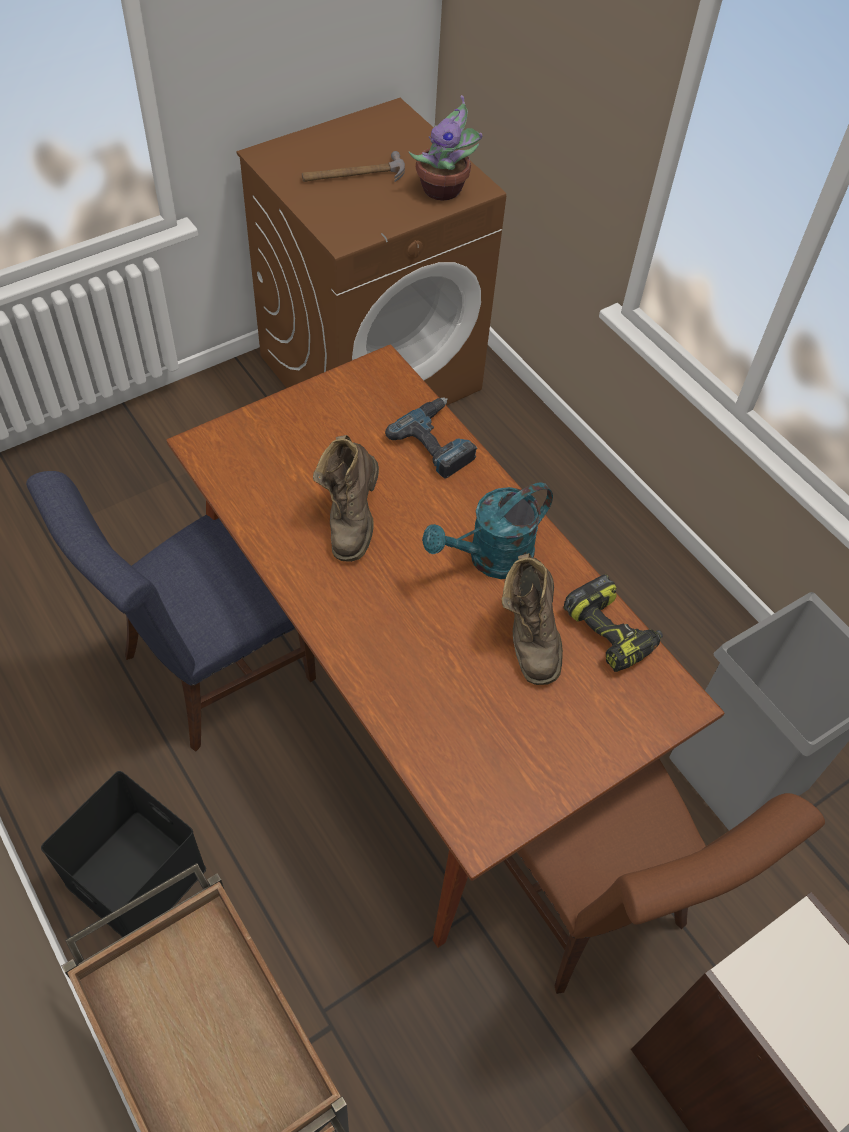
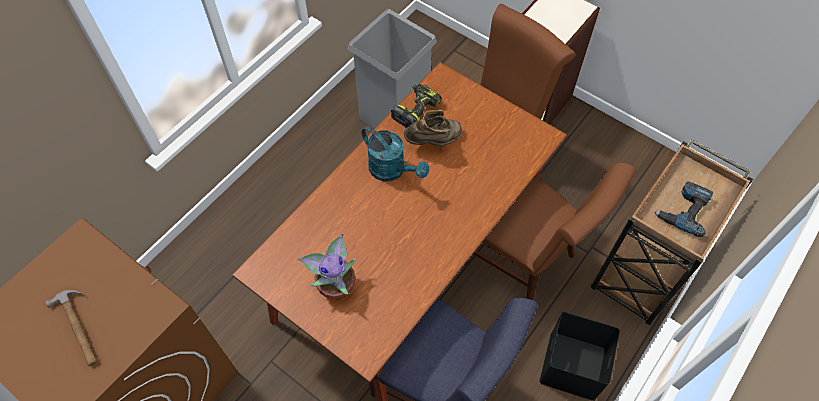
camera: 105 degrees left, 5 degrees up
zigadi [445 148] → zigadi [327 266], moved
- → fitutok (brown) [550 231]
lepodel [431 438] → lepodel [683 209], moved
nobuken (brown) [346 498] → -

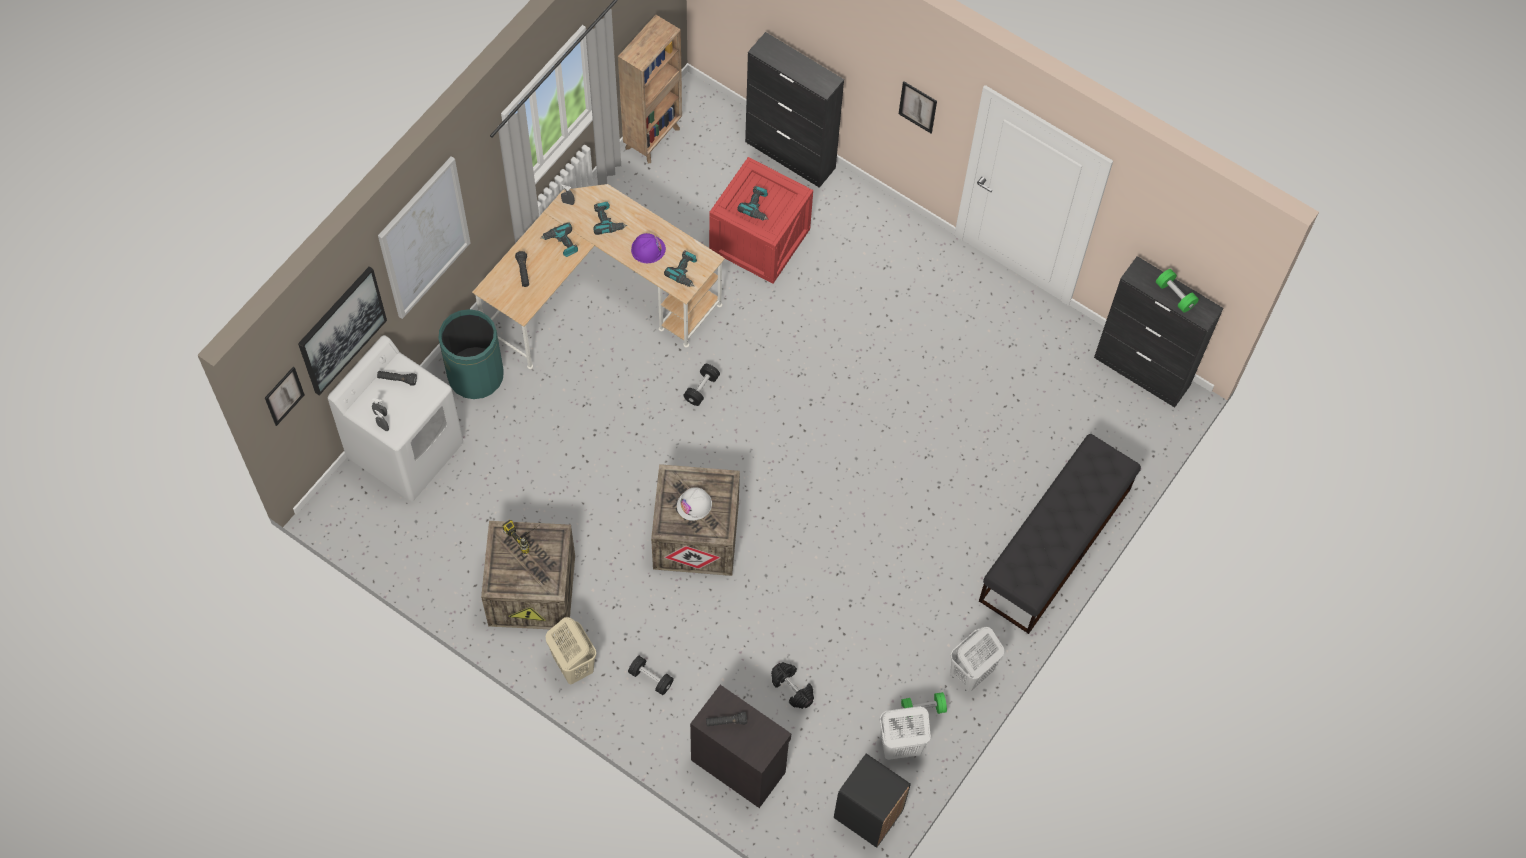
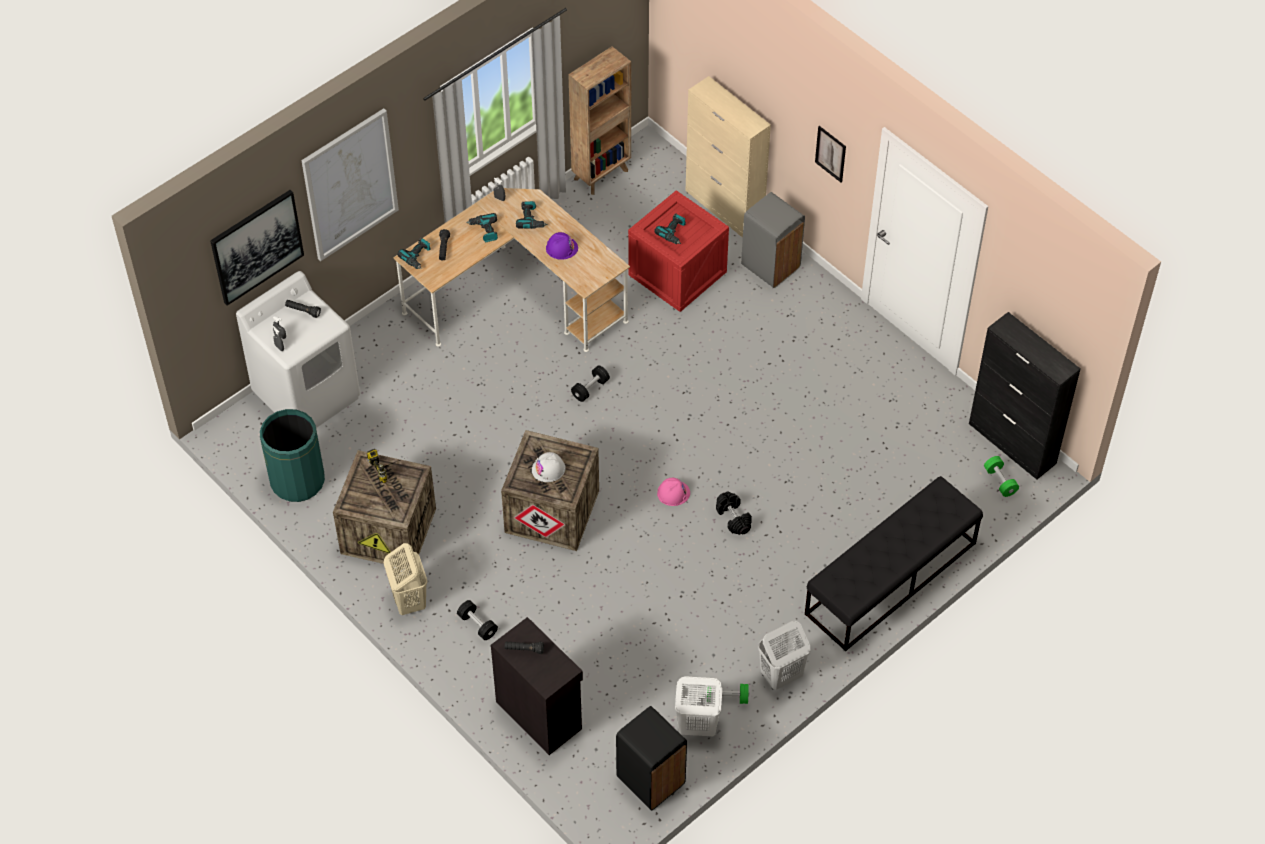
camera: 15 degrees right, 10 degrees down
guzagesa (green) [471 354] → guzagesa (green) [292 455], moved
lepodel [680 269] → lepodel [414 253], moved
- → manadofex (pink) [673 492]
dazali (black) [794 110] → dazali (beige) [728 157]
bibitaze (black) [792 685] → bibitaze (black) [734 513], moved
- → guzagesa (grey) [773 240]
bibitaze (green) [1177 291] → bibitaze (green) [1001 476], moved
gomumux [285 396] → -

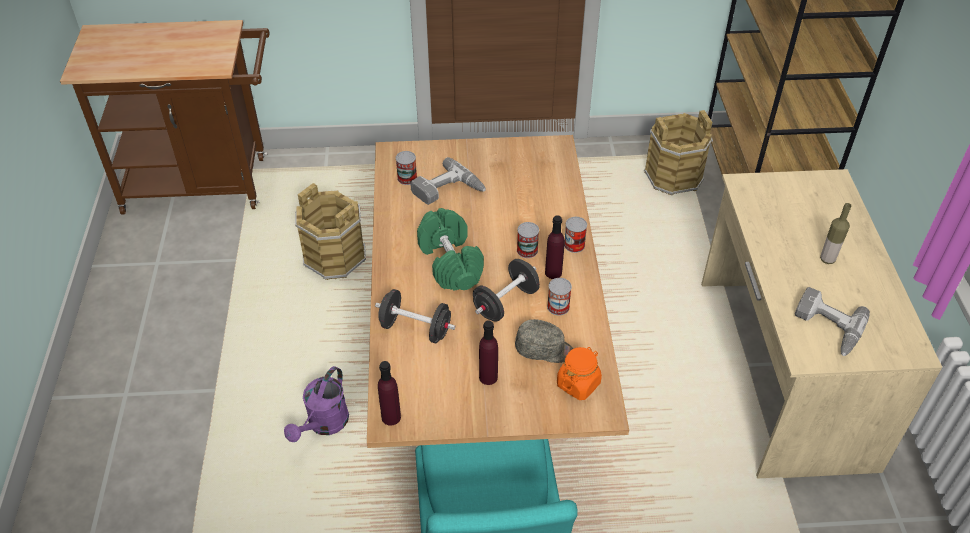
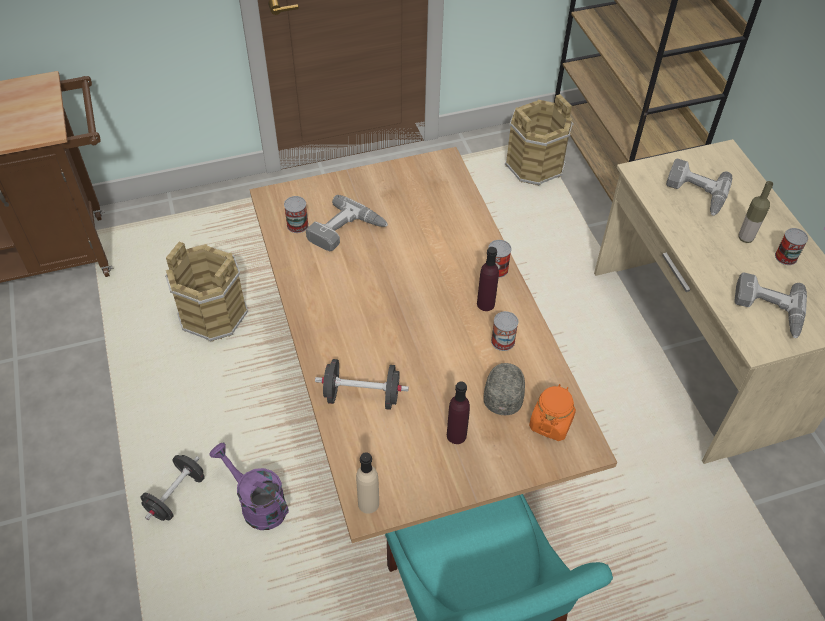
camera: 15 degrees left, 5 degrees up
bibitaze (black) [506 290] → bibitaze (black) [172 488], moved
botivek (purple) [316 404] → botivek (purple) [249 486], 120 degrees clockwise
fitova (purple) [389 393] → fitova (beige) [367 483]
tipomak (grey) [544 341] → tipomak (grey) [504 389], 75 degrees counterclockwise
- → lepodel [699 187]
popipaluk [528 240] → popipaluk [791 246], moved
bibitaze (green) [450 249] → -

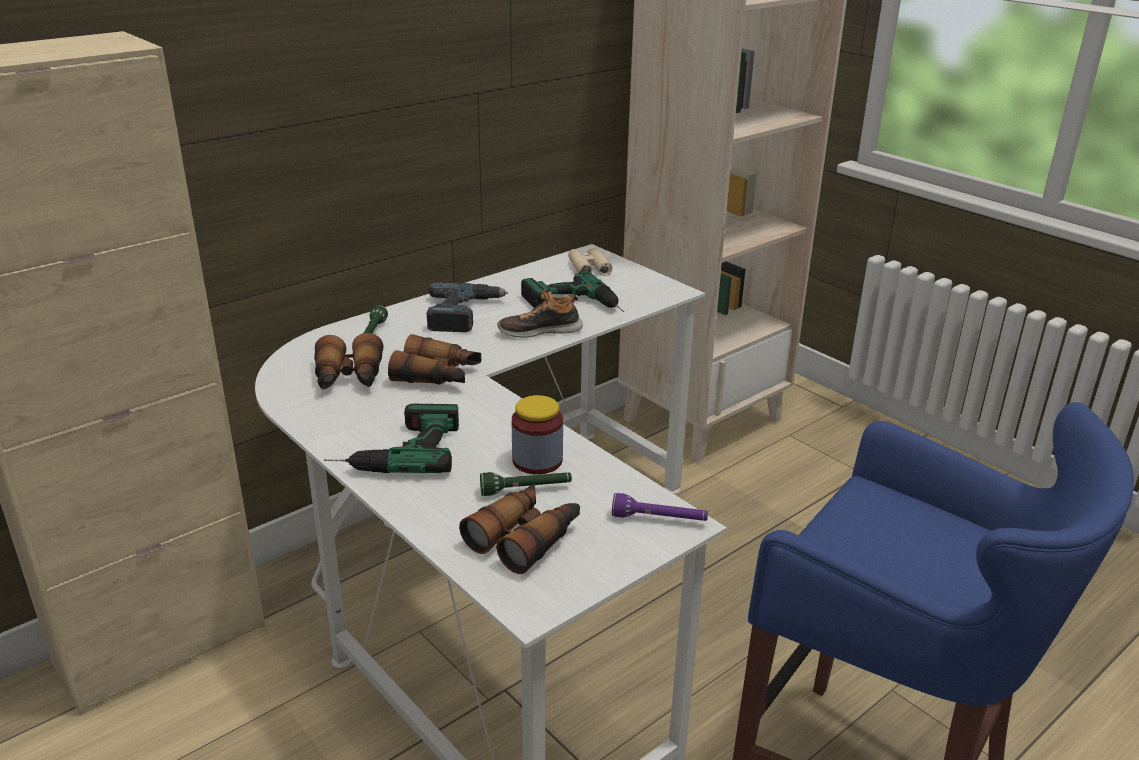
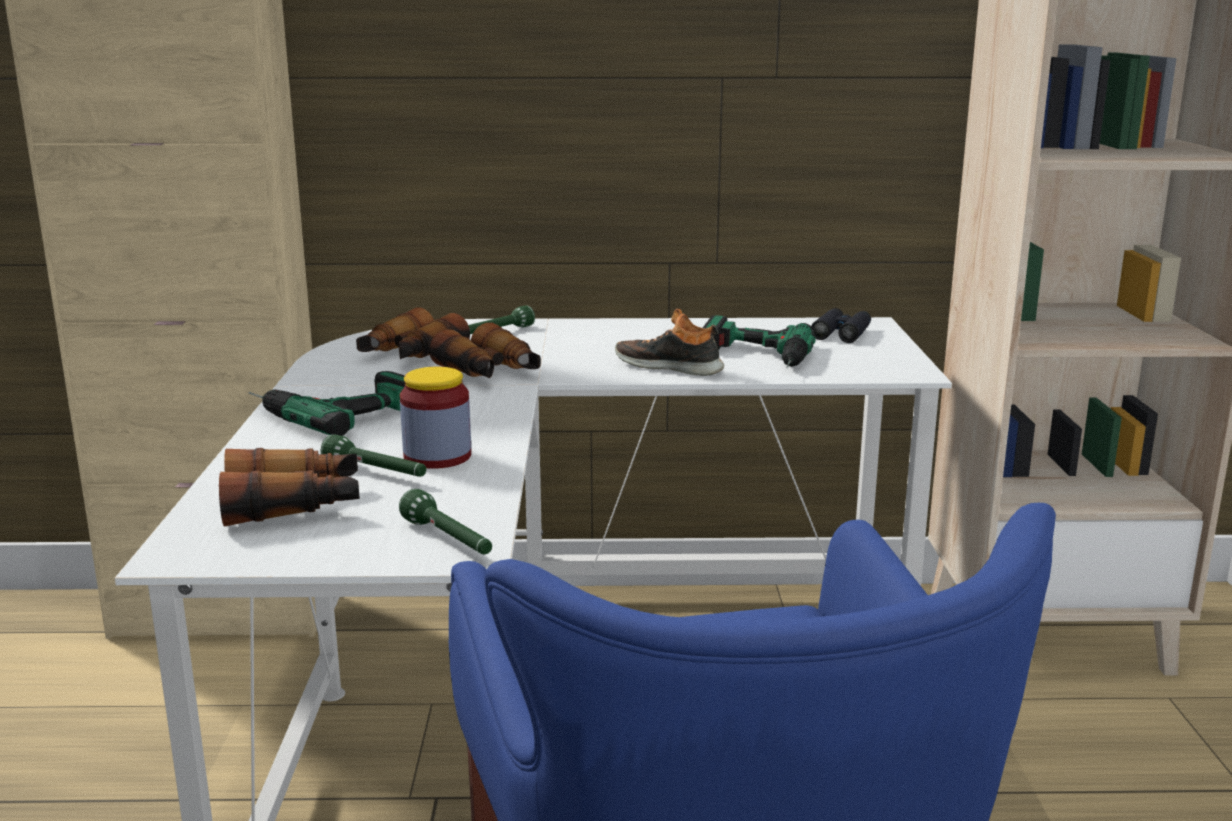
camera: 40 degrees right, 10 degrees down
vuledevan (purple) [660 507] → vuledevan (green) [445 521]
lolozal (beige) [590 261] → lolozal (black) [841 325]
lepodel [467 307] → -

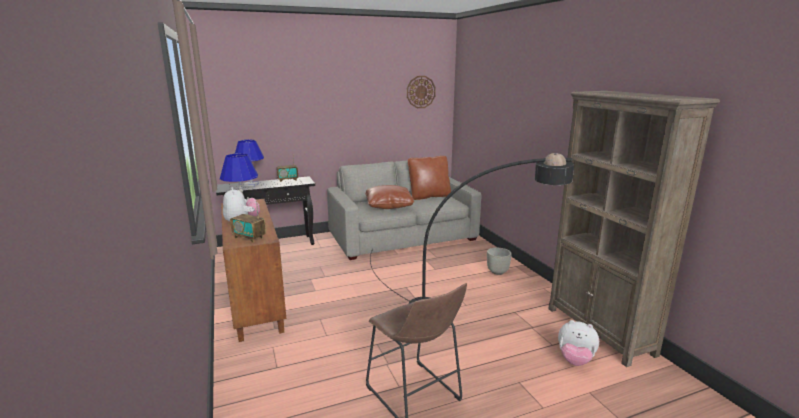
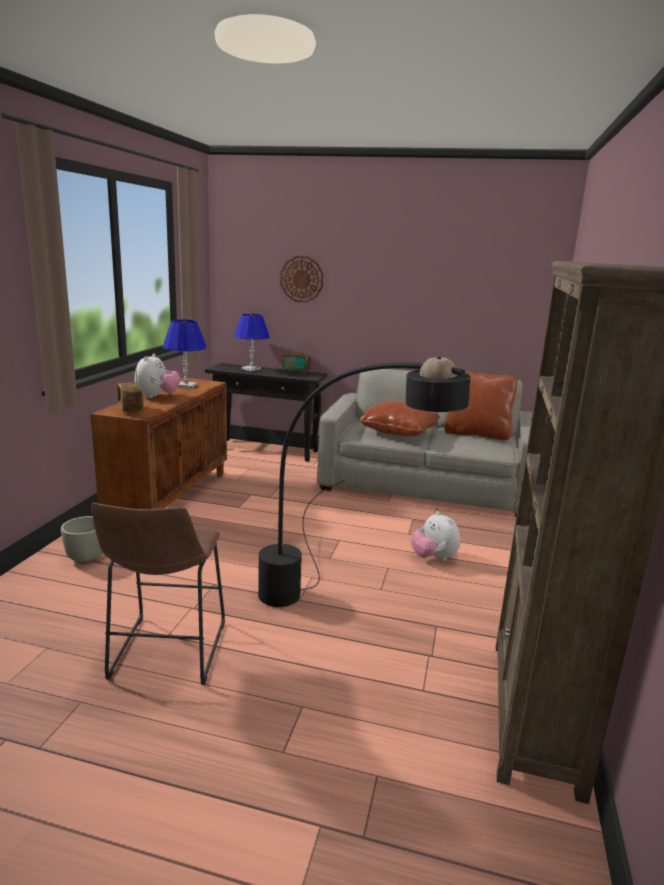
camera: 35 degrees right, 0 degrees up
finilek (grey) [499 261] → finilek (grey) [82 540], moved
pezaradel [421 92] → pezaradel [302 279], moved
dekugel [578 343] → dekugel [435 536], moved

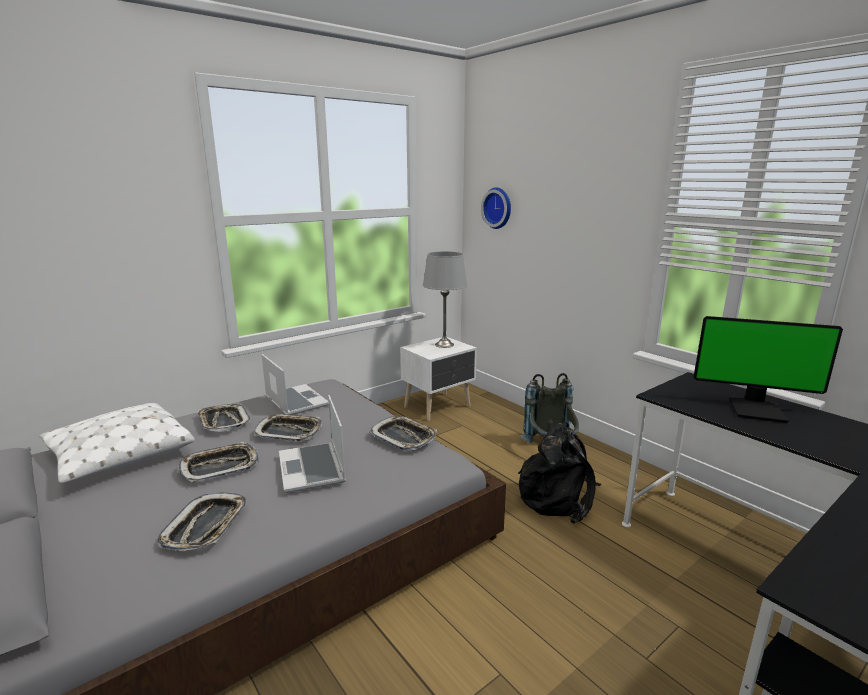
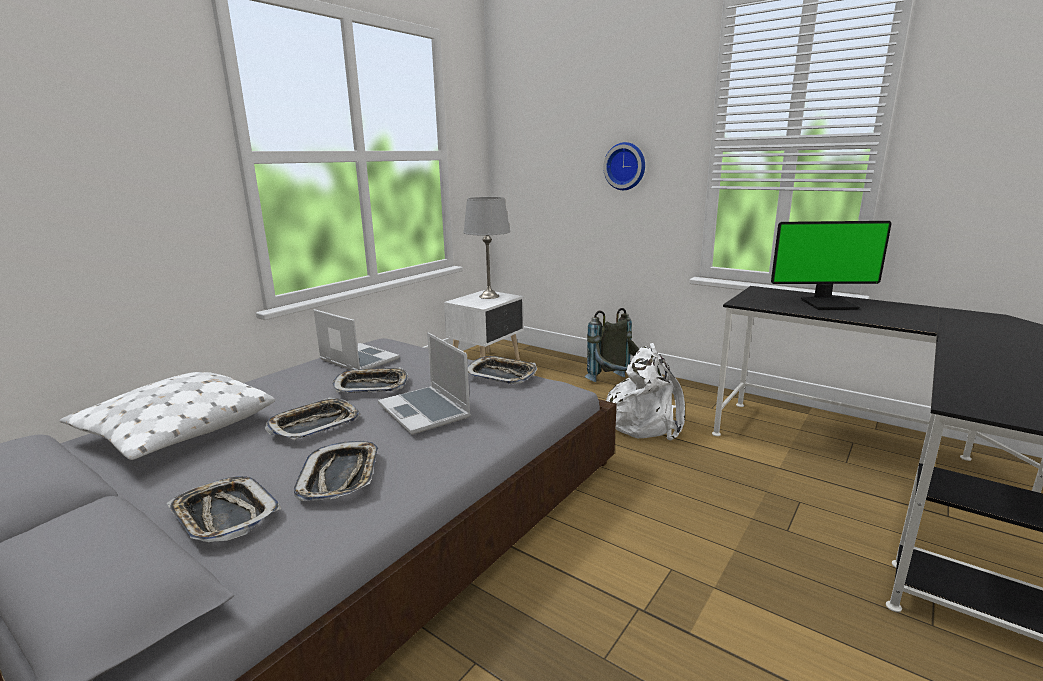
camera: 15 degrees left, 0 degrees up
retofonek [223 418] → retofonek [224 509], moved
pezaradel [496 208] → pezaradel [624 166], moved
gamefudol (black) [559 473] → gamefudol (white) [645 391]

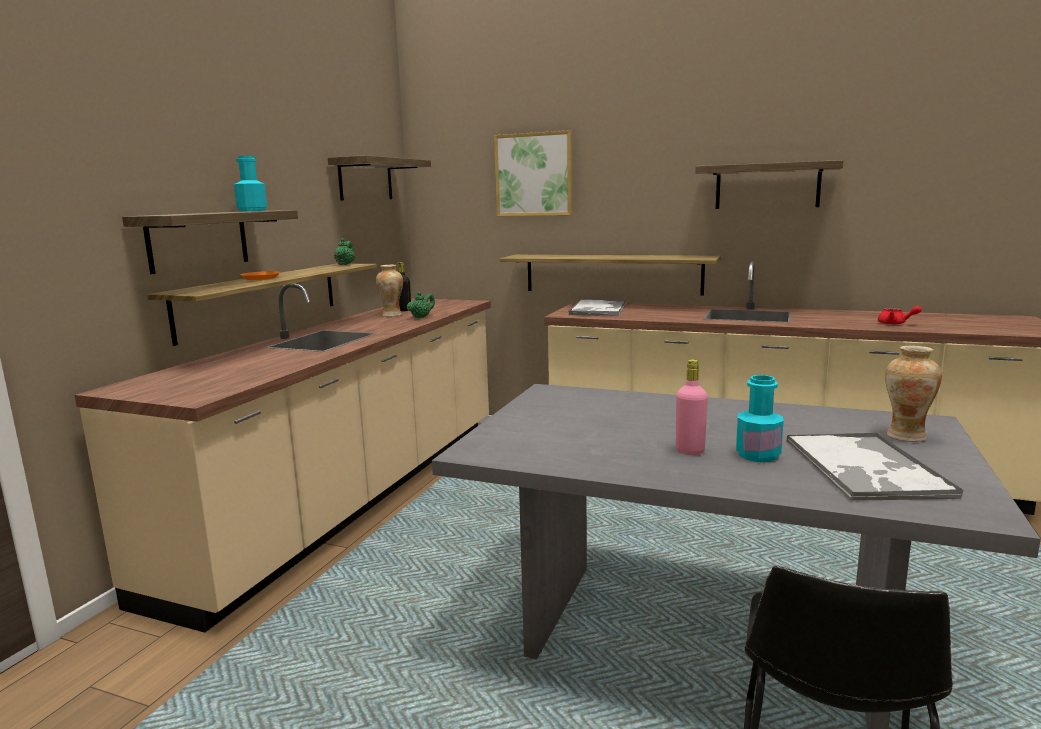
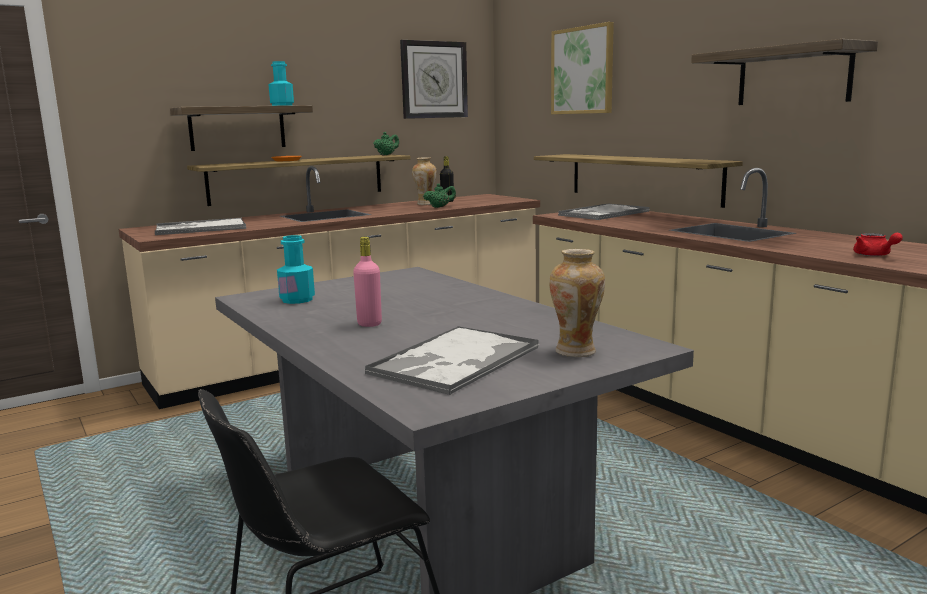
camera: 35 degrees right, 0 degrees up
- → retofonek [200 226]
fitova (turquoise) [760 418] → fitova (turquoise) [296 269], moved
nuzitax [379 177] → pezaradel [434 79]

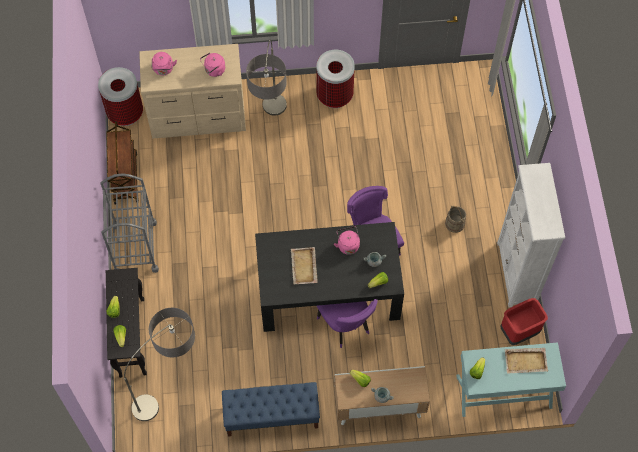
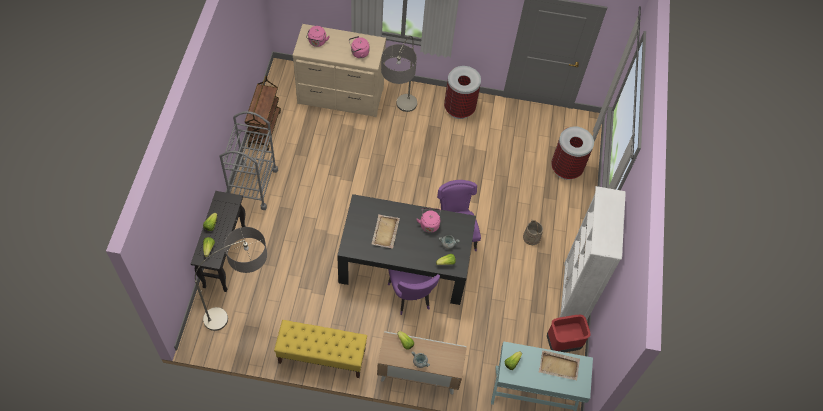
camera: 10 degrees right, 5 degrees down
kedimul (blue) [271 409] → kedimul (yellow) [320 349]
guzagesa [120 96] → guzagesa [572 153], moved

